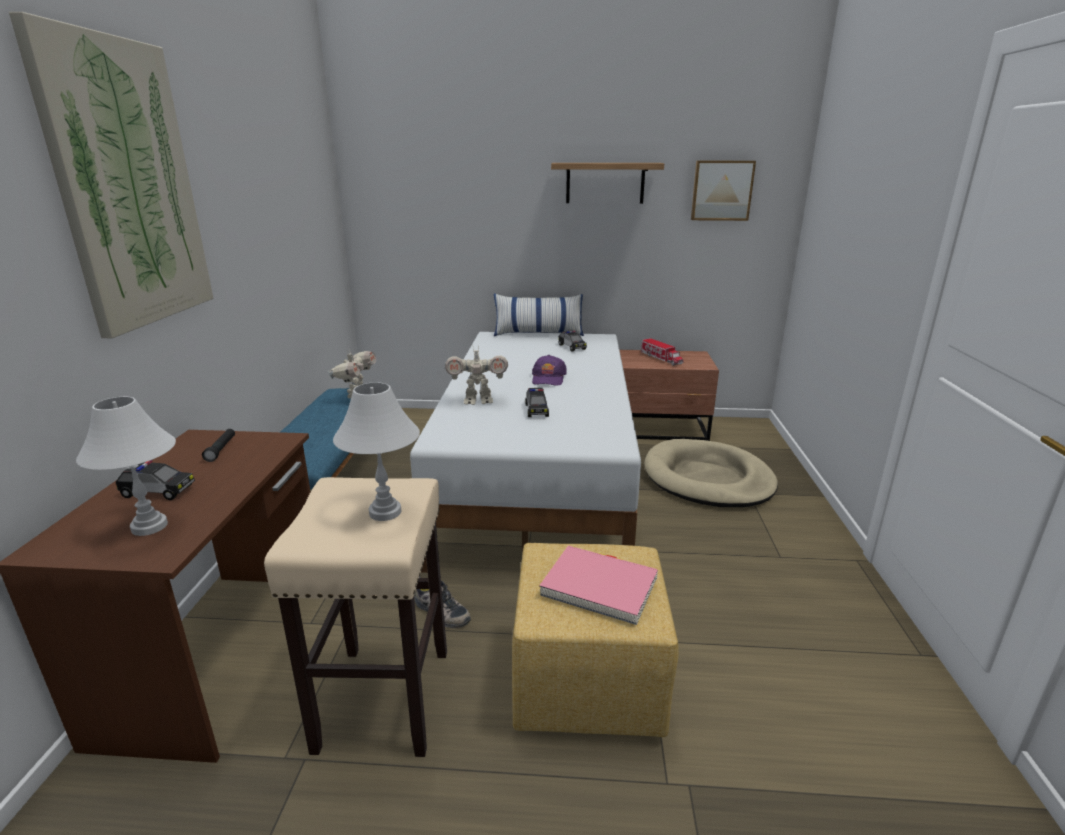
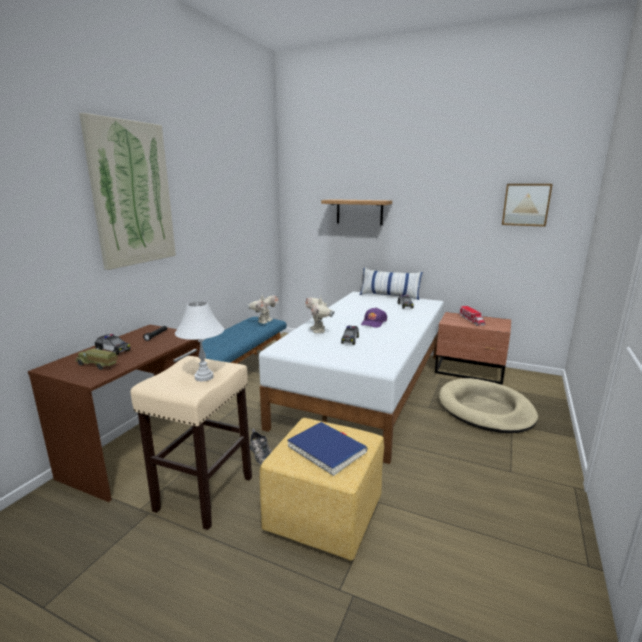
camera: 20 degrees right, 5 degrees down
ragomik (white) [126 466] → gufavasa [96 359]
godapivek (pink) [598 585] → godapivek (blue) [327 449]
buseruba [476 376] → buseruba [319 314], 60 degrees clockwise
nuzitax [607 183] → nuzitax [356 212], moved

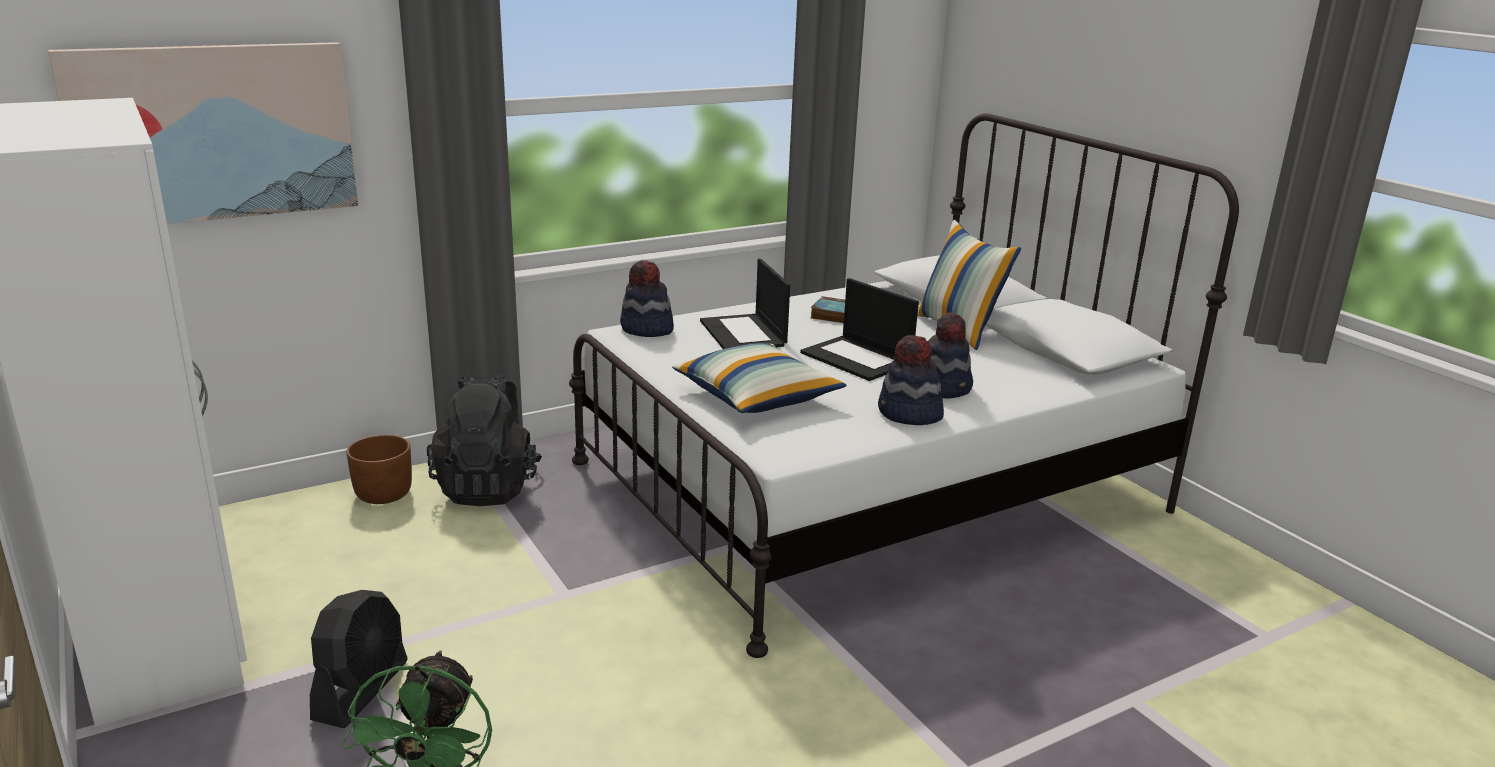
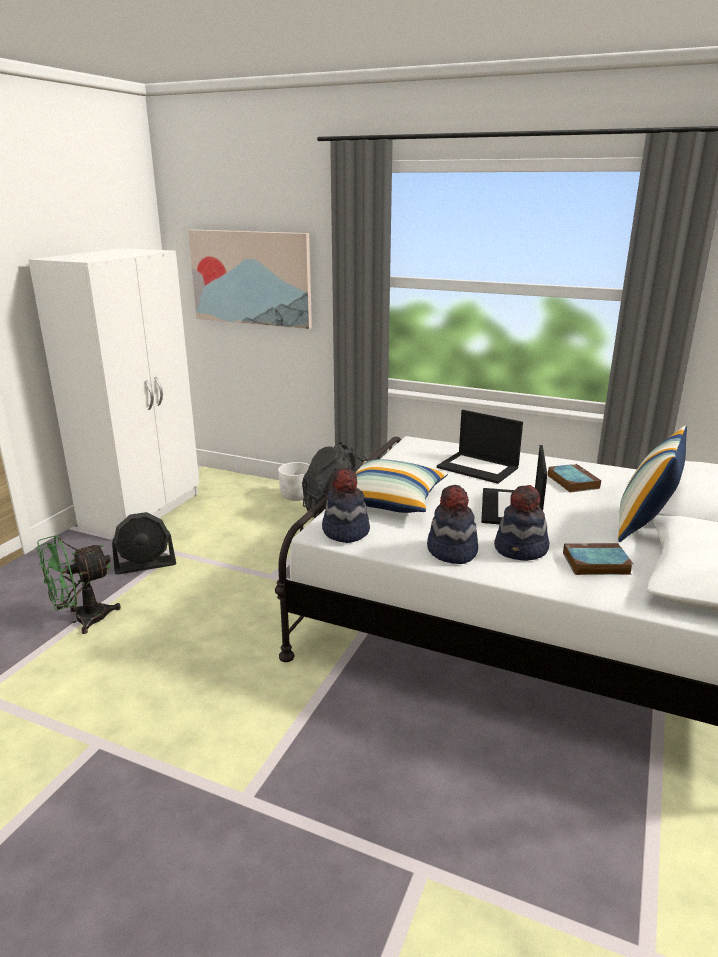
camera: 55 degrees right, 0 degrees up
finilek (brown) [379 469] → finilek (white) [294 481]
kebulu [647 298] → kebulu [346 505], moved
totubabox [745 303] → totubabox [480 447], 90 degrees counterclockwise
- → godapivek [598 559]

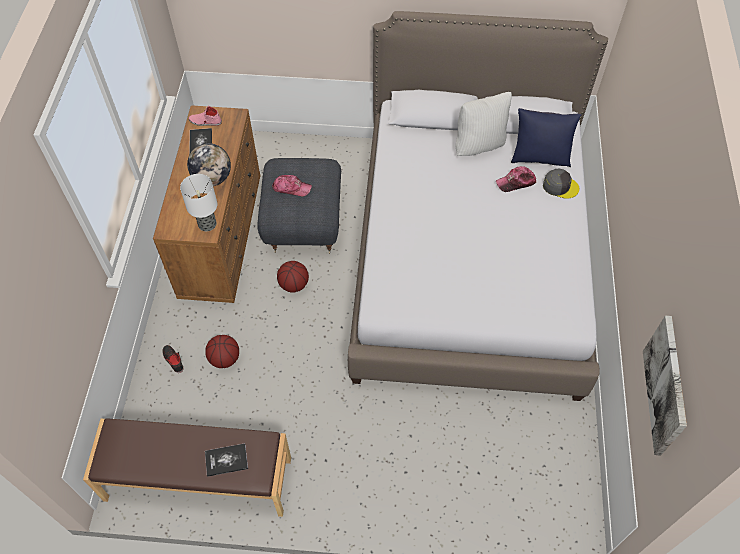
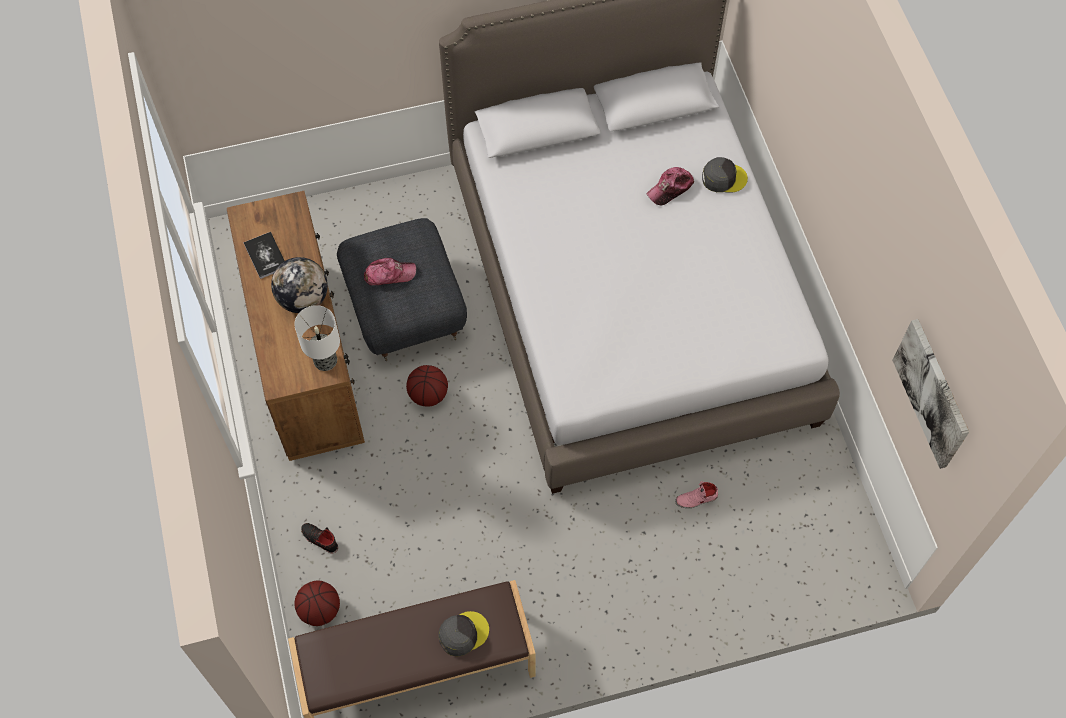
camera: 20 degrees left, 5 degrees up
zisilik [222 351] → zisilik [317 603], moved
godapivek [226 460] → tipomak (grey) [463 634]
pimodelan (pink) [205 115] → pimodelan (pink) [696 494], moved
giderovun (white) [483 124] → -
giderovun (blue) [546 137] → -

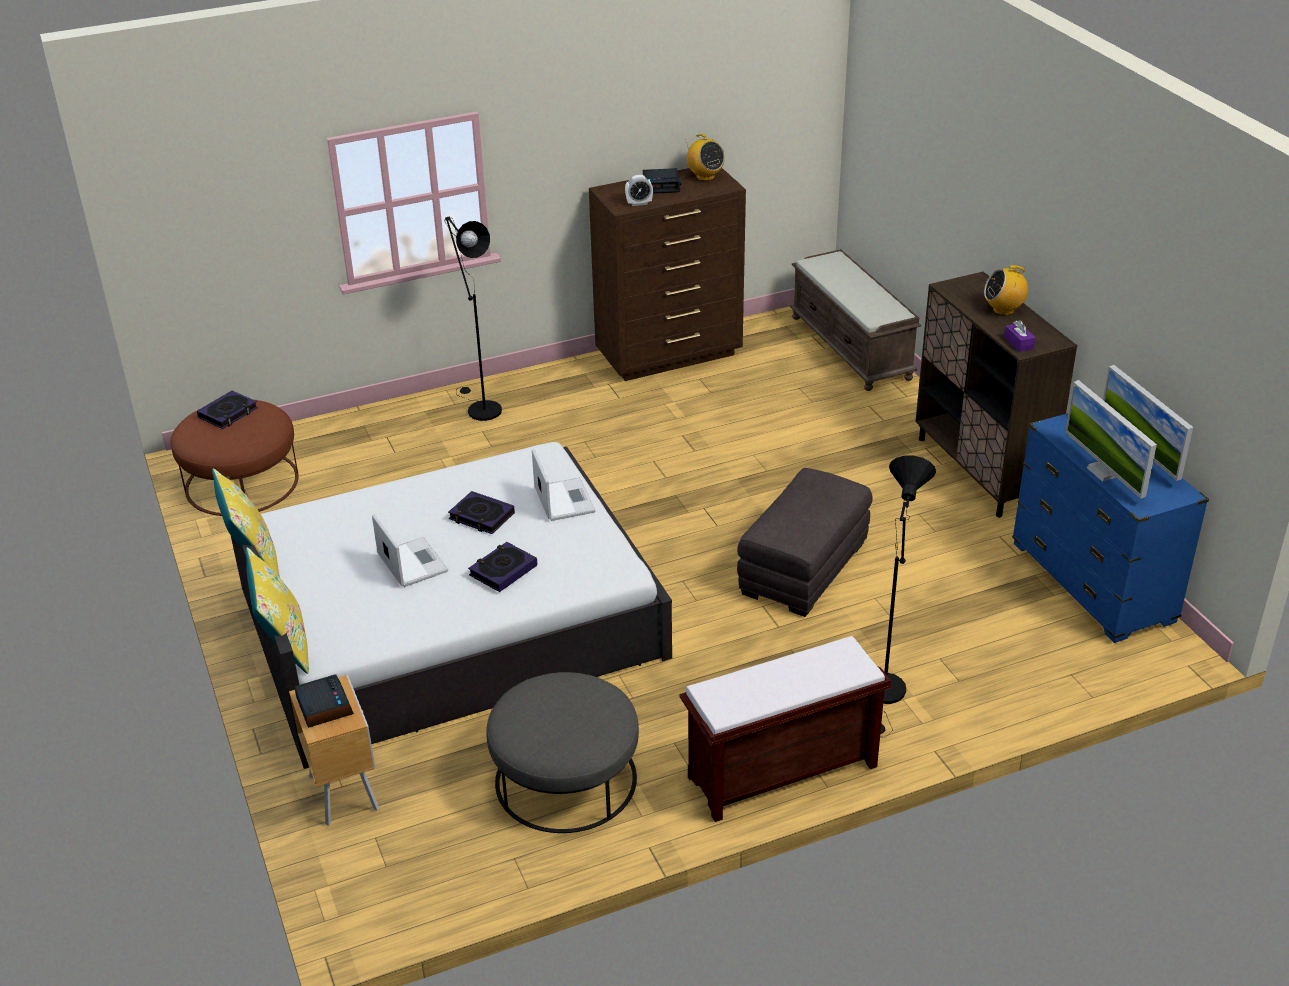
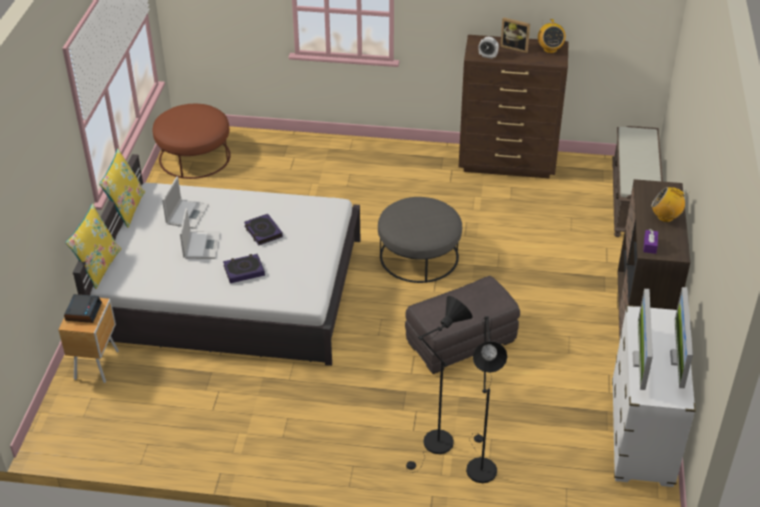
camera: 30 degrees right, 5 degrees up
totubabox [563 485] → totubabox [185 203], moved
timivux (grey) [562 752] → timivux (grey) [420 240], moved
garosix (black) [473 319] → garosix (black) [486 399], moved
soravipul [662 180] → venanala [515 35]
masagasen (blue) [1110 528] → masagasen (white) [654 396]
godapivek [227 410] → -
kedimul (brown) [785 729] → -

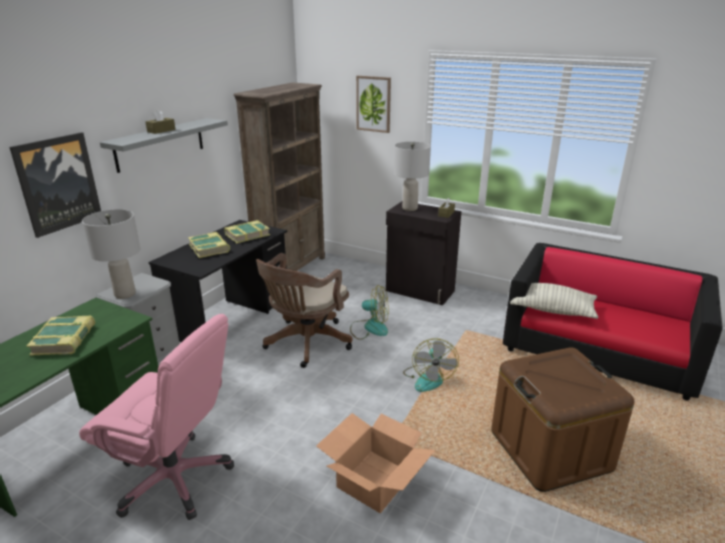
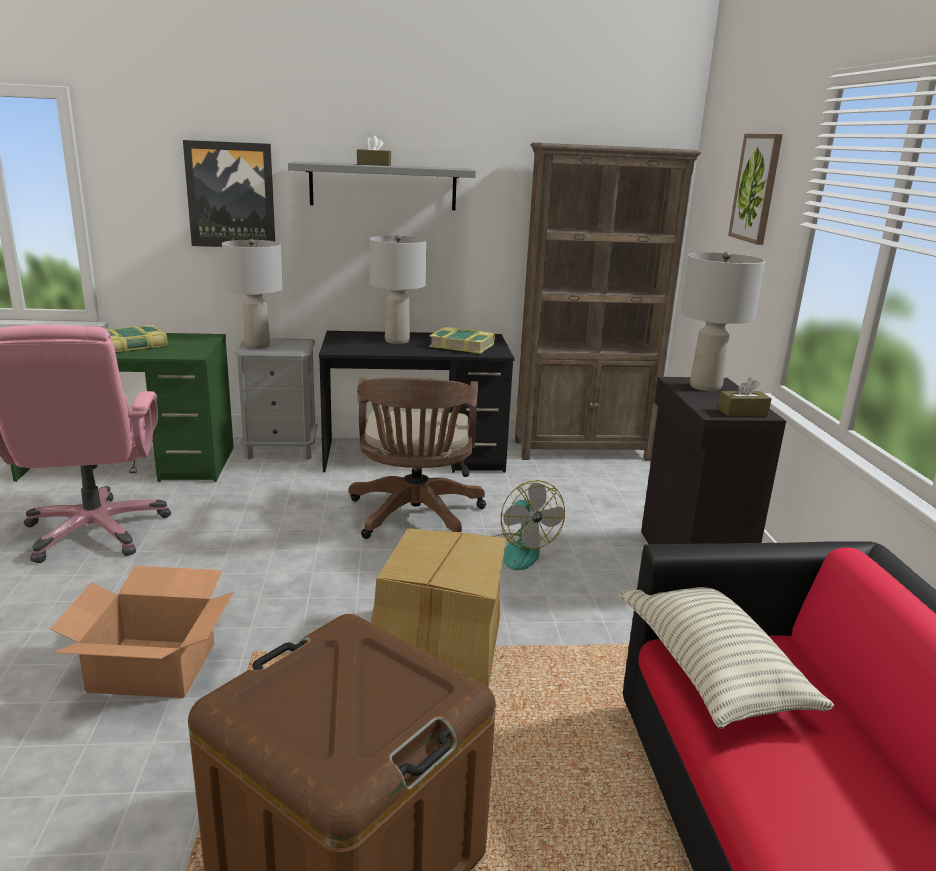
camera: 55 degrees right, 5 degrees down
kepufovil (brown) [304 310] → kepufovil (brown) [417 458], 90 degrees counterclockwise
godapivek [209 245] → ragomik (grey) [398 289]
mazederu [431 365] → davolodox [438 607]

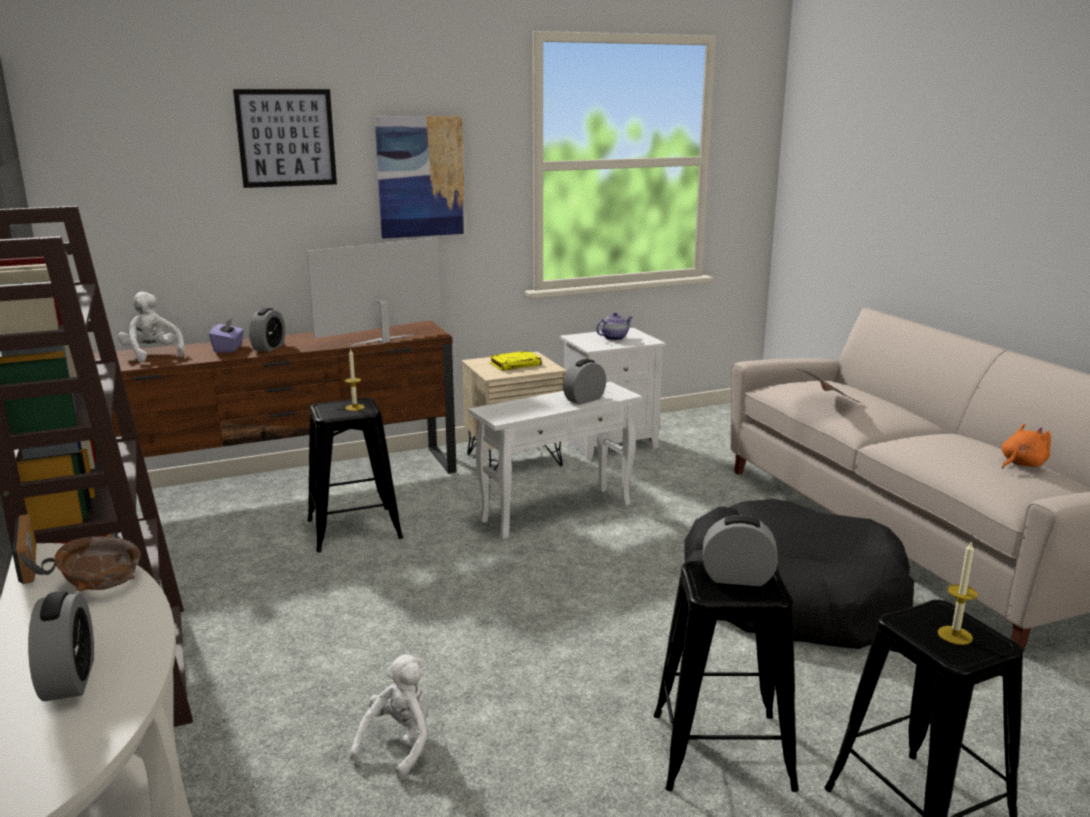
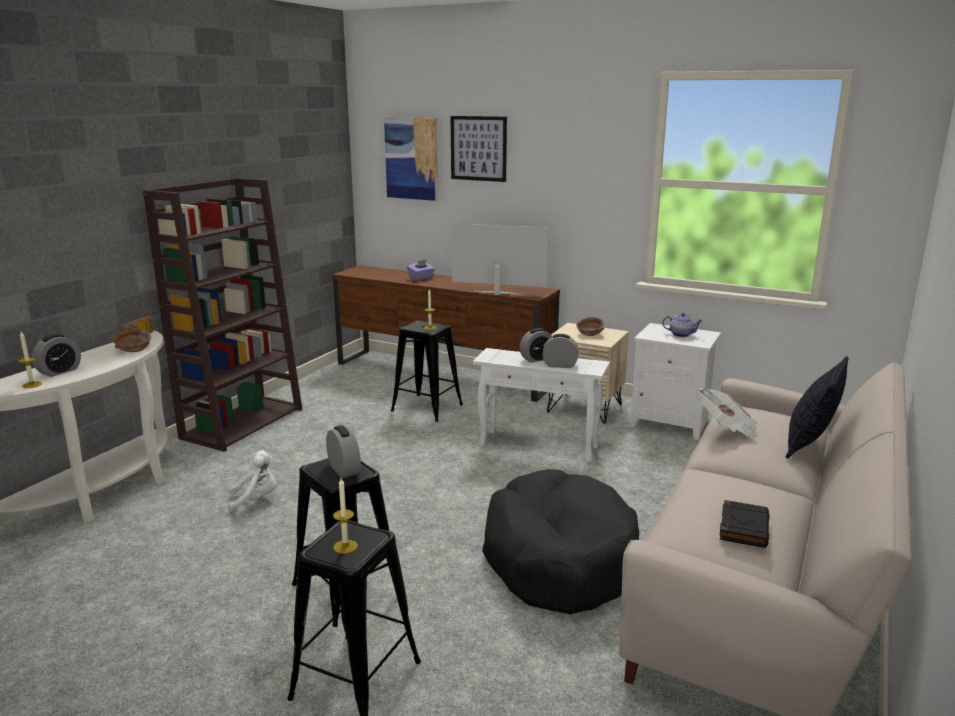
camera: 50 degrees right, 0 degrees up
- → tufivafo [30 360]
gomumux [420 177] → gomumux [411 159], moved
soravipul [267 330] → soravipul [536 345], moved
godapivek (yellow) [515 361] → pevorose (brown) [590 326]
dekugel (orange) [1026 446] → godapivek (black) [745 524]
- → giderovun [817 407]
dekugel (white) [151 327] → -

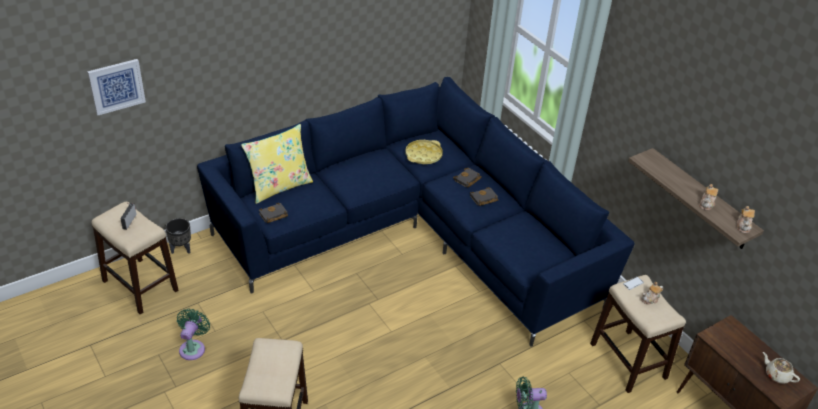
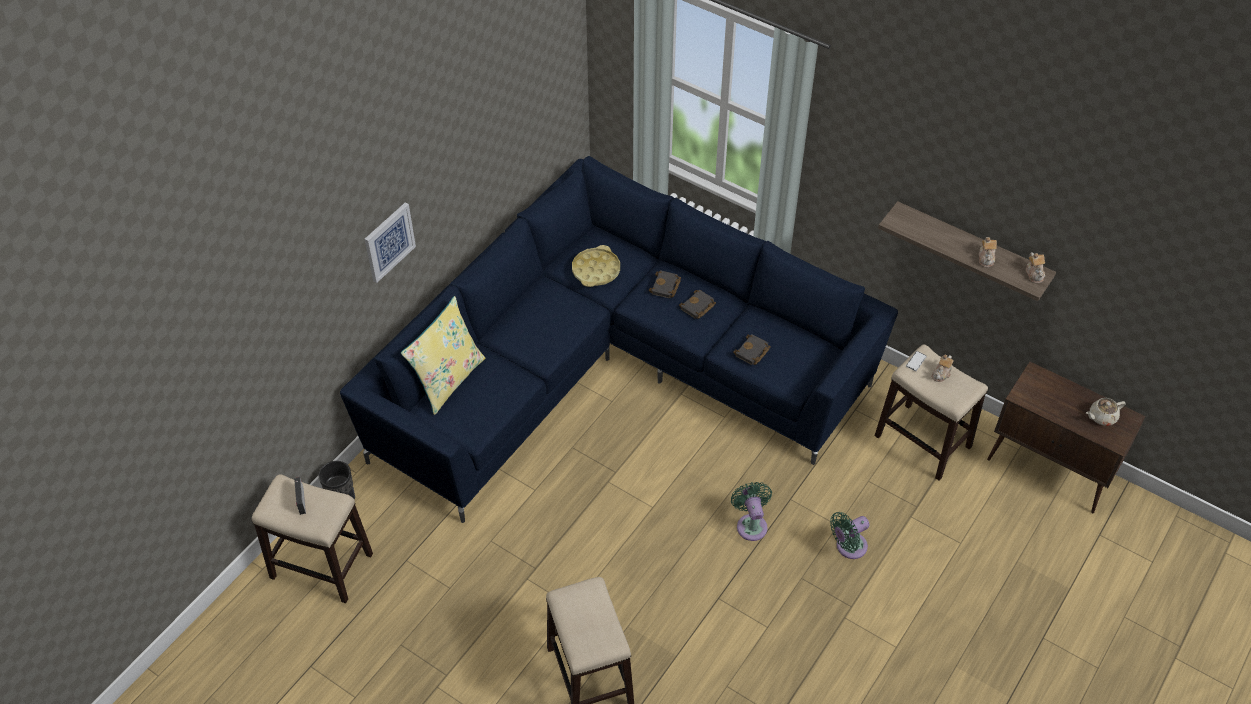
camera: 20 degrees left, 10 degrees up
gomumux [116 87] → gomumux [390 243], moved
mazederu (green) [193 334] → mazederu (green) [751 511], moved
godapivek (black) [273 213] → godapivek (black) [752 349], moved
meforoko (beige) [781 368] → meforoko (beige) [1106 412], 45 degrees counterclockwise

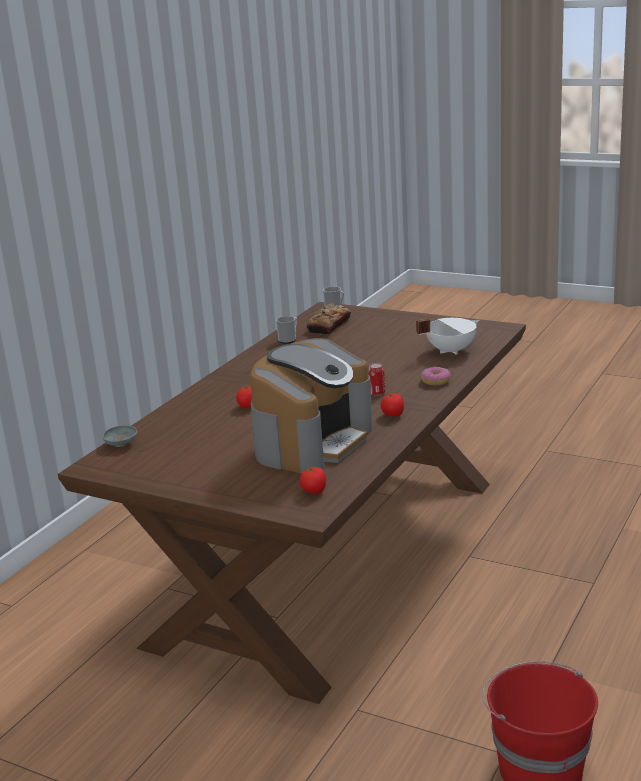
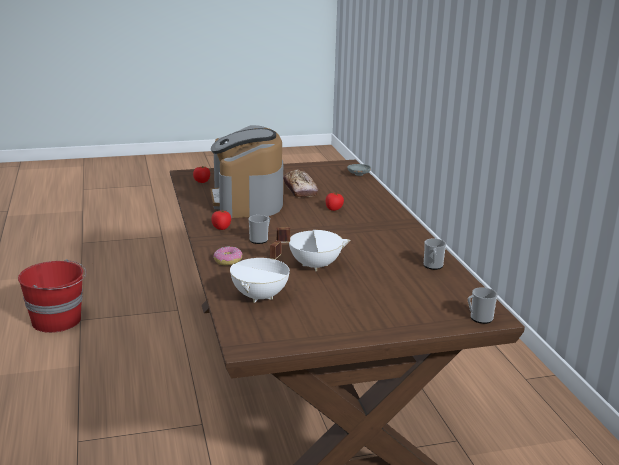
camera: 135 degrees right, 0 degrees up
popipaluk [376 379] → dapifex [259 229]
- → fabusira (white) [313 249]
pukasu [328 319] → pukasu [300 183], moved

